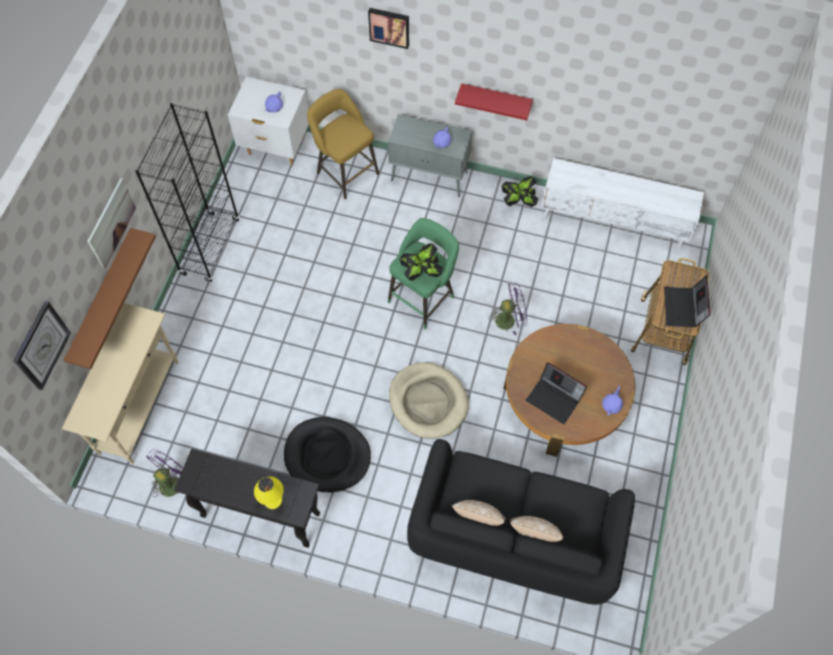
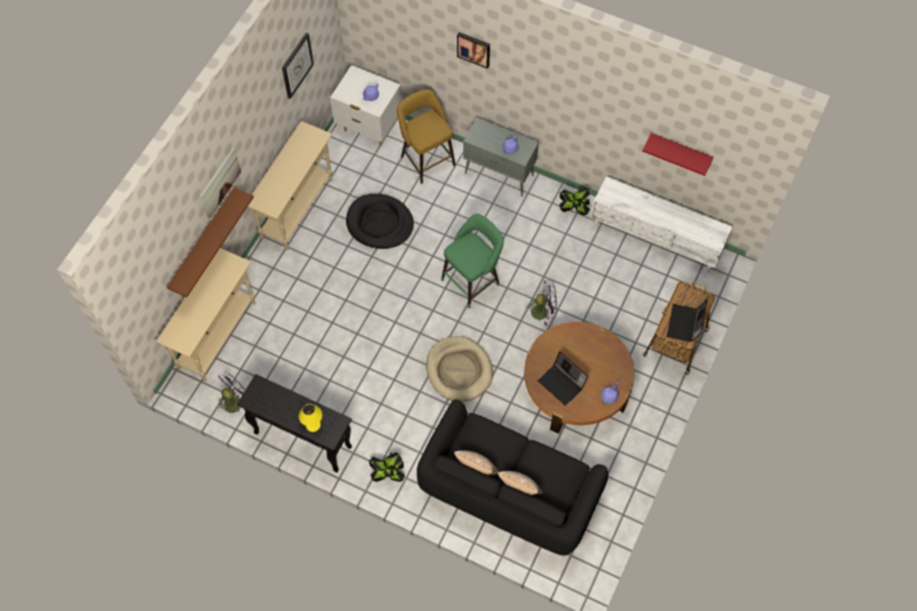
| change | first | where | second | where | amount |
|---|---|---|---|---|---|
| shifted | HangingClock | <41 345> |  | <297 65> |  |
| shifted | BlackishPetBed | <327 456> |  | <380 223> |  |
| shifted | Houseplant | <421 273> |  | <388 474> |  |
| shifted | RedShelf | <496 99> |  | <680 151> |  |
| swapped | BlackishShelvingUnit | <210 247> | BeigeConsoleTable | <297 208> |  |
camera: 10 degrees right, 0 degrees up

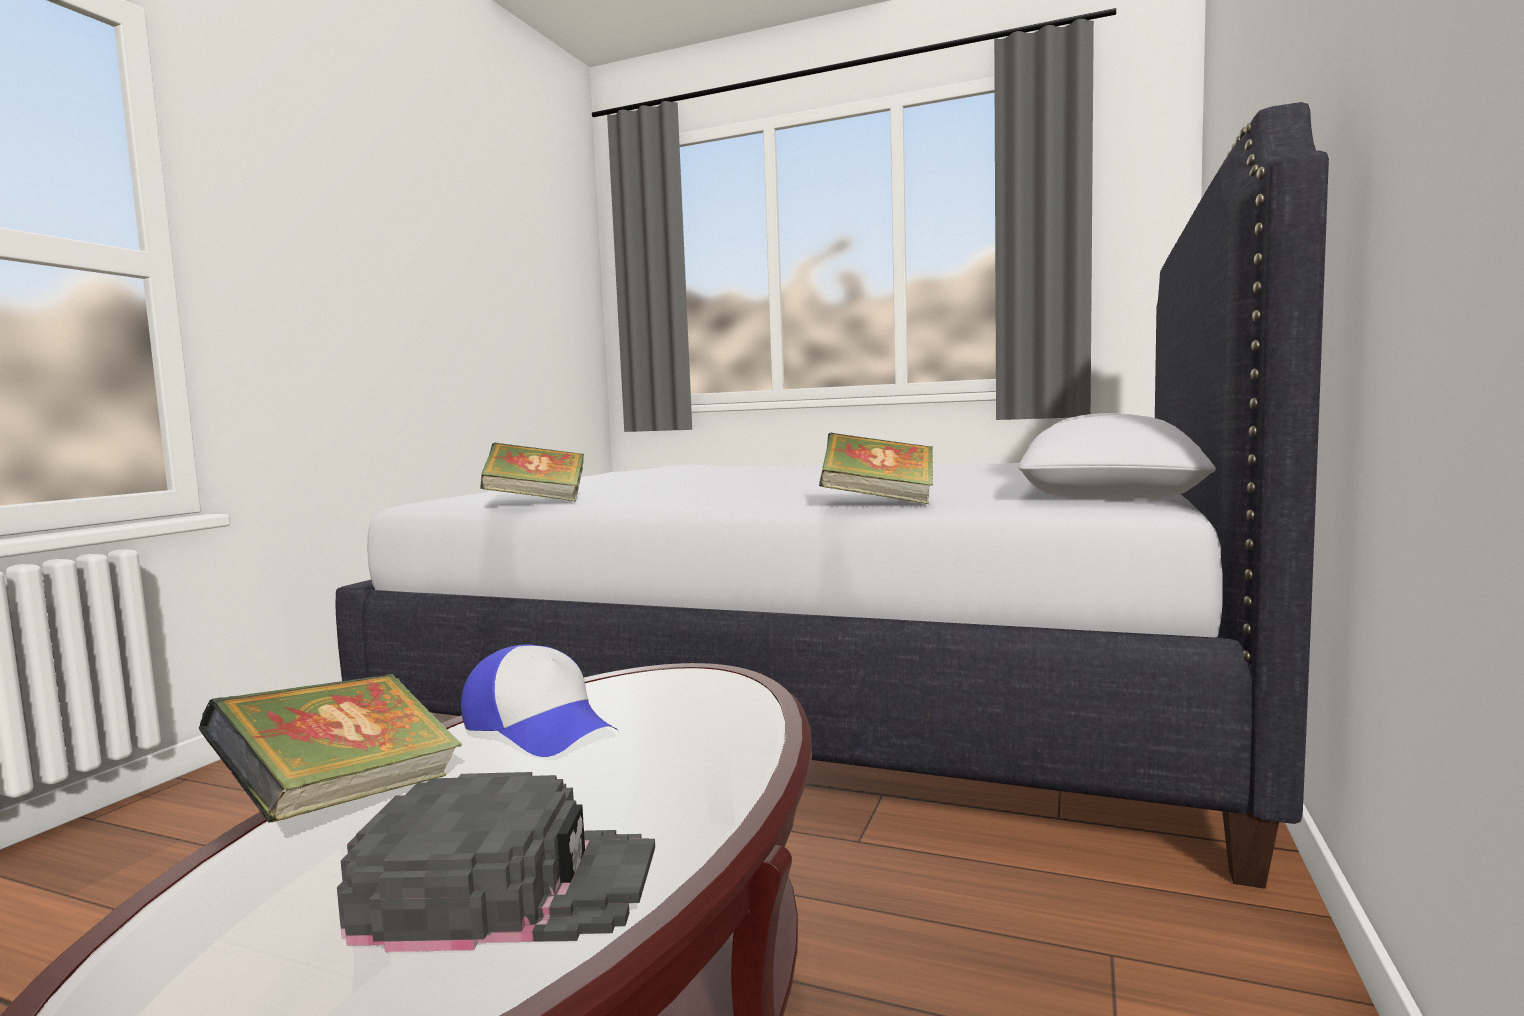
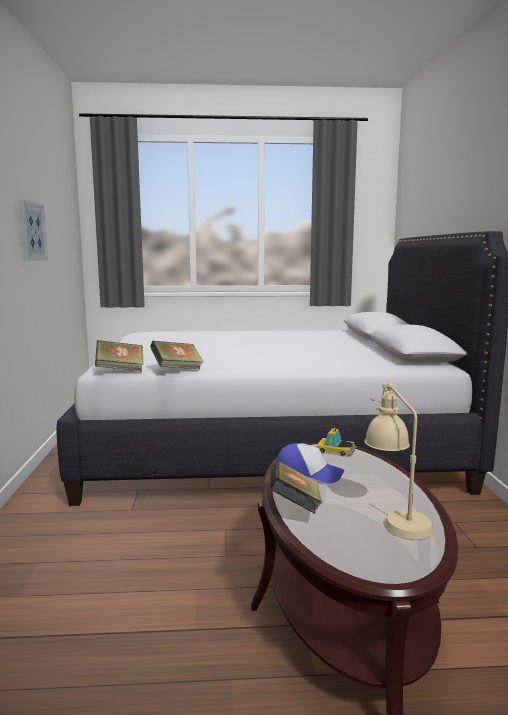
| change | first | where | second | where | amount |
|---|---|---|---|---|---|
| new |  |  | Picture | <32 231> |  |
| new |  |  | ToyCar | <335 450> |  |
| shifted | Volume | <878 502> |  | <120 370> |  |
| swapped | BlackishPeakedCap | <508 884> | BeigeTableLamp | <394 517> |  |
camera: 25 degrees left, 5 degrees up

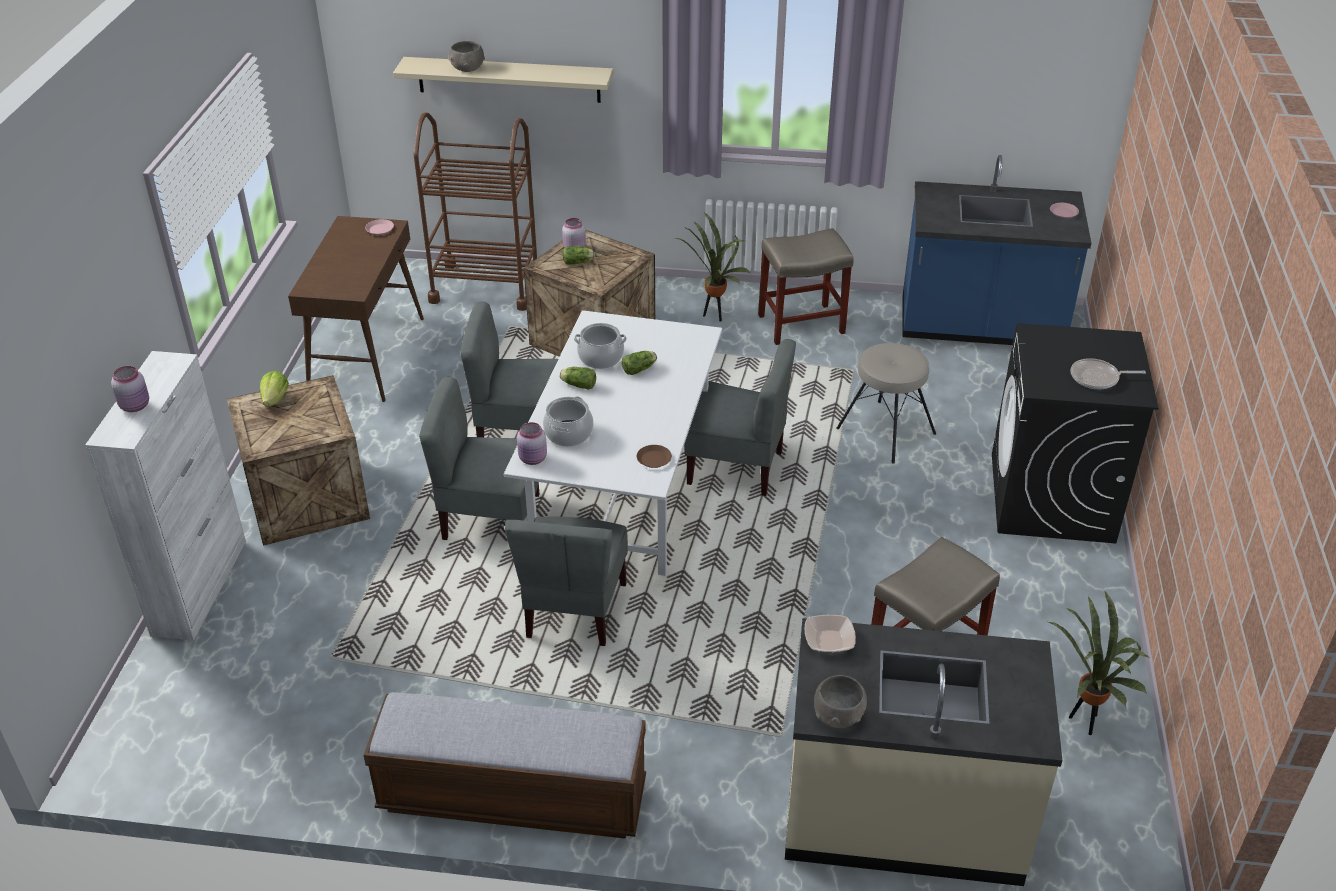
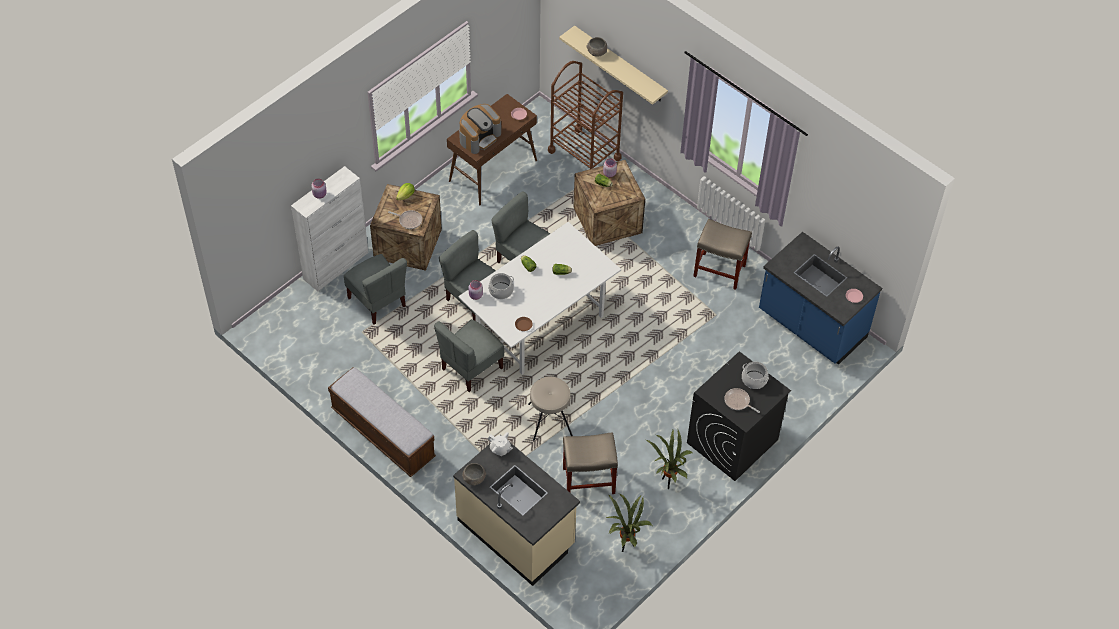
| change | first | where | second | where | amount |
|---|---|---|---|---|---|
| new |  |  | FryingPan | <409 220> |  |
| new |  |  | CoffeeMaker | <479 137> |  |
| shifted | Stockpot | <600 358> |  | <754 380> |  |
| shifted | Houseplant | <714 316> |  | <668 483> |  |
| shifted | GreyChair | <736 467> |  | <378 302> |  |
| shifted | BeigeStoolSeat | <885 432> |  | <549 420> |  |
| swapped | ServingBowl | <829 641> | WhiteColouredTeaPot | <500 449> |  |
camera: 35 degrees right, 15 degrees up

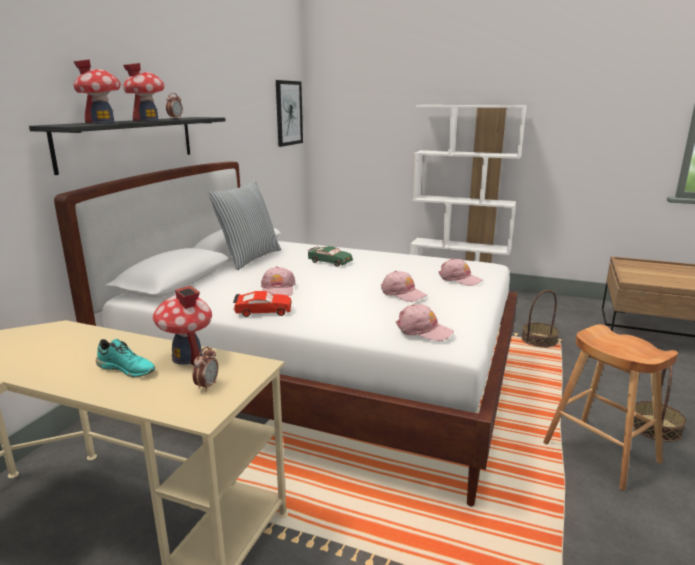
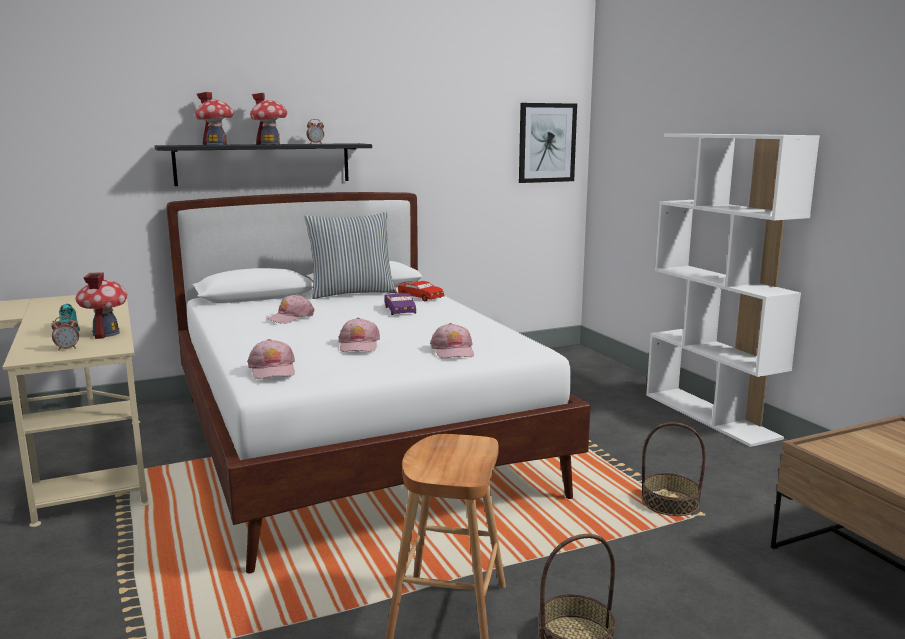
| change | first | where | second | where | amount |
|---|---|---|---|---|---|
| shifted | RedToyCar | <263 311> |  | <420 297> |  |
| repainted | GreenToyCar | <330 261> | PurplishToyCar | <400 310> |  |
camera: 45 degrees right, 5 degrees down

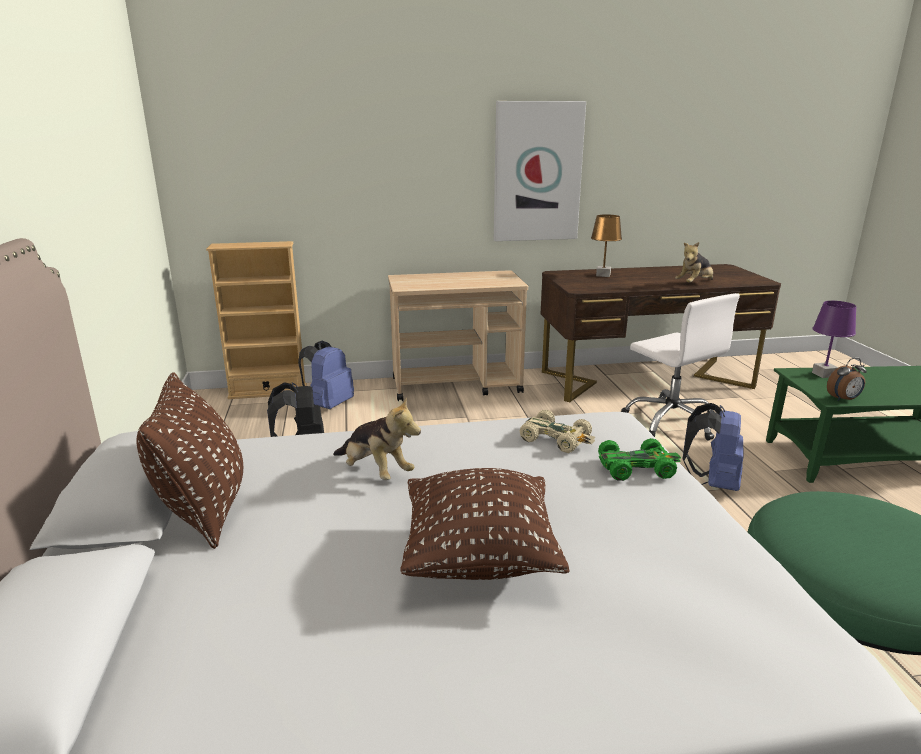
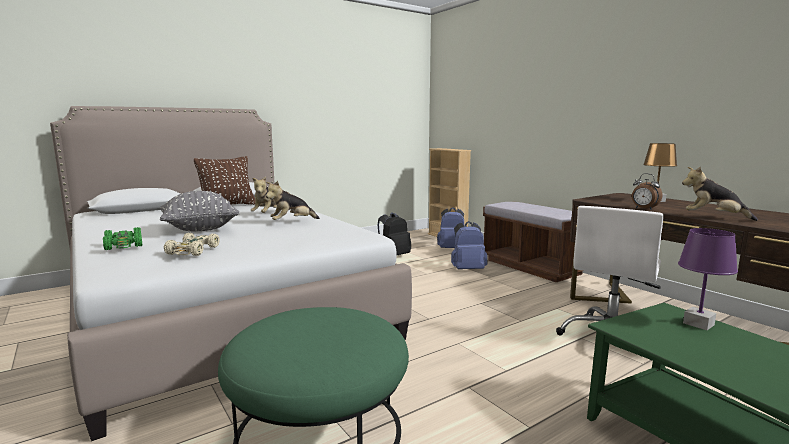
| change | first | where | second | where | amount |
|---|---|---|---|---|---|
| gone | Picture | <537 172> |  |  |  |
| new |  |  | CuddlyToy | <292 222> |  |
| shifted | BeigeToyCar | <556 439> |  | <193 251> |  |
| shifted | GreenToyCar | <636 468> |  | <124 245> |  |
| shifted | BluishBackpack | <713 483> |  | <467 269> |  |
| shifted | AlarmClock | <844 399> |  | <643 209> |  |
| swapped | BeigeCart | <457 385> | BrownColouredIndoorBench | <532 267> |  |
| repainted | BrownColouredThrowPillow | <479 557> | GreyThrowPillow | <200 229> |  |
camera: 65 degrees right, 10 degrees down

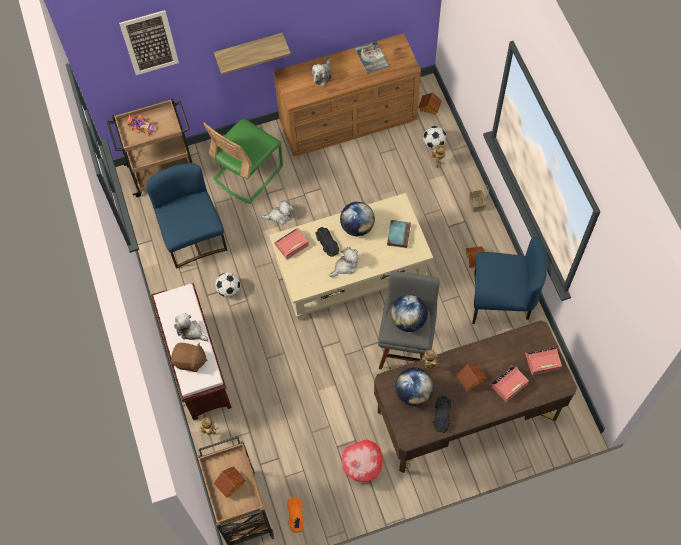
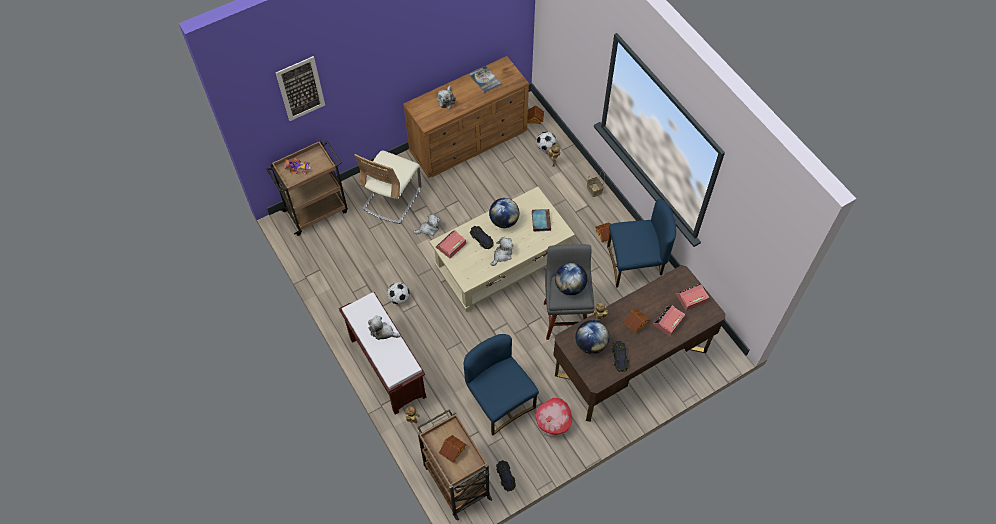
| change | first | where | second | where | amount |
|---|---|---|---|---|---|
| gone | BrownColouredCuddlyToy | <190 361> |  |  |  |
| gone | Shelf | <249 50> |  |  |  |
| shifted | BluishChair | <193 237> |  | <499 401> |  |
| repainted | GreenChair | <248 173> | BeigeChair | <392 198> |  |
| repainted | OrangeyToyCar | <295 515> | BlackishToyCar | <505 477> |  |
camera: 15 degrees left, 5 degrees down

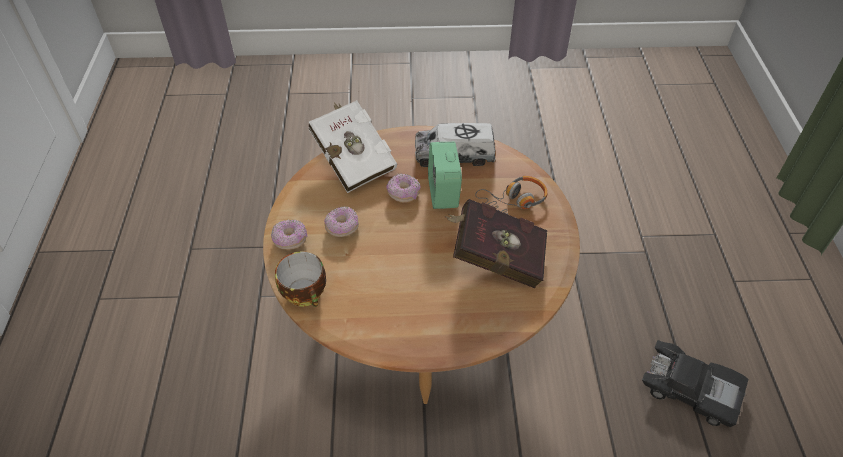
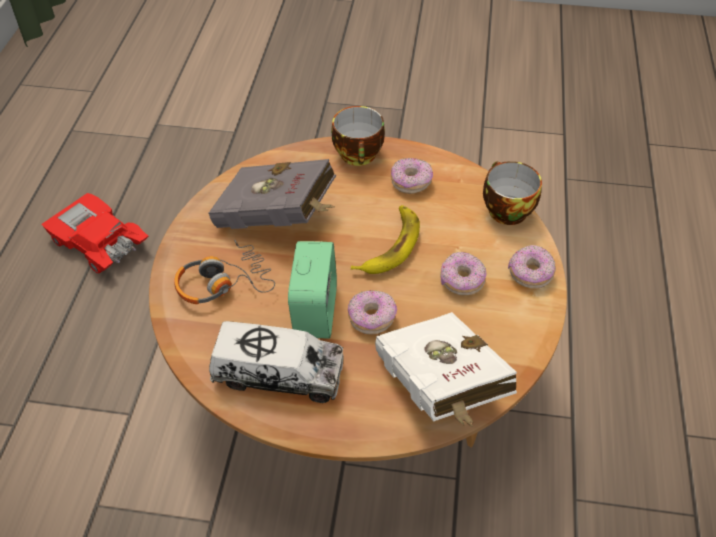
| change | first | where | second | where | amount |
|---|---|---|---|---|---|
| new |  |  | DrinkingCup | <359 155> |  |
| new |  |  | WholeBanana | <390 245> |  |
| new |  |  | Donut | <411 182> |  |
| repainted | RedVolume | <495 257> | GreyVolume | <279 219> |  |
| repainted | BlackishToyCar | <690 389> | RedToyCar | <99 242> |  |
camera: 170 degrees left, 0 degrees up

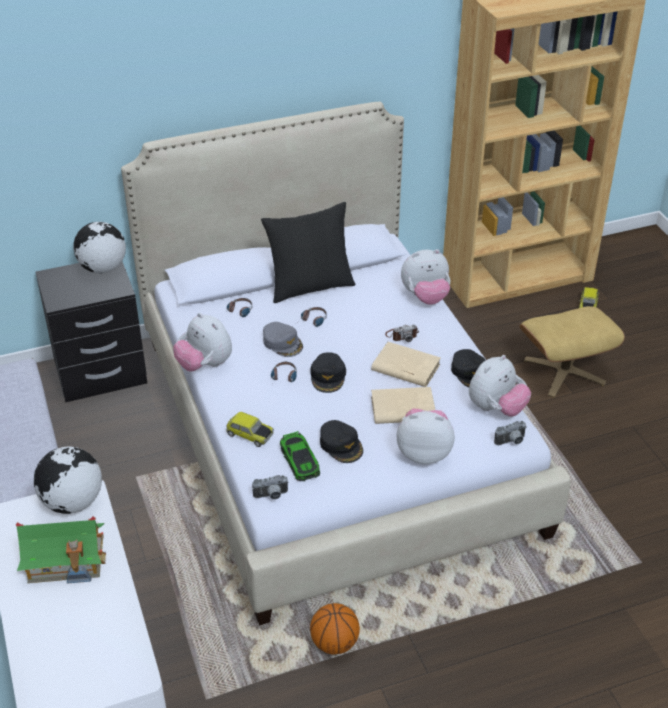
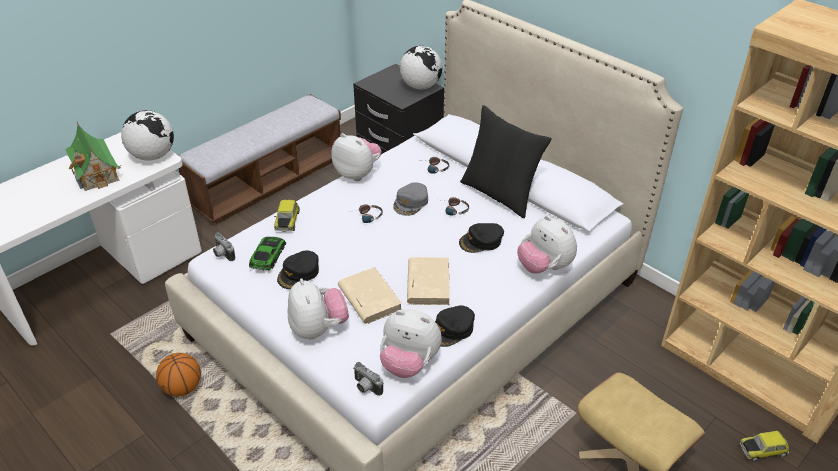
| change | first | where | second | where | amount |
|---|---|---|---|---|---|
| gone | PhotoCamera | <402 335> |  |  |  |
| shifted | BlackishPeakedCap | <328 376> |  | <481 241> |  |
| rotated | CuddlyToy | <205 365> |  | <357 174> | 105 degrees clockwise |
| rotated | ToyCar | <300 460> |  | <268 256> | 150 degrees clockwise |
camera: 65 degrees right, 0 degrees up

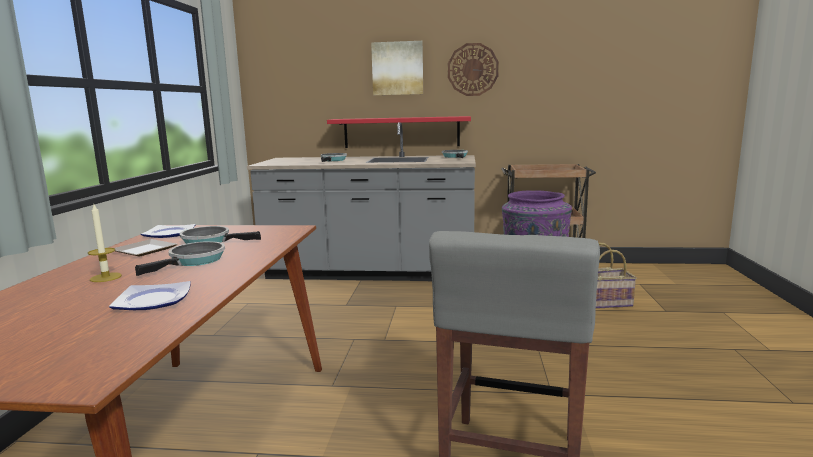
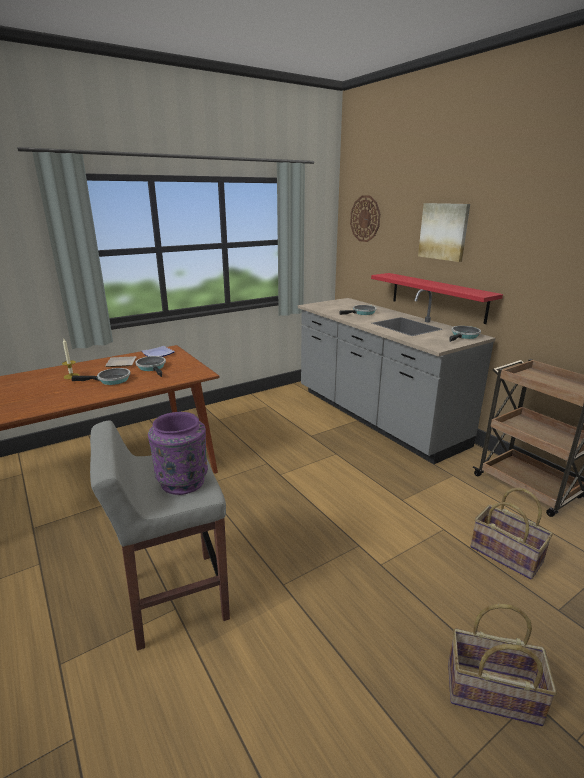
| change | first | where | second | where | amount |
|---|---|---|---|---|---|
| gone | DinnerPlate | <154 301> |  |  |  |
| new |  |  | StorageBasket | <492 694> |  |
| shifted | HangingClock | <472 69> |  | <365 218> |  |
camera: 50 degrees right, 10 degrees up

